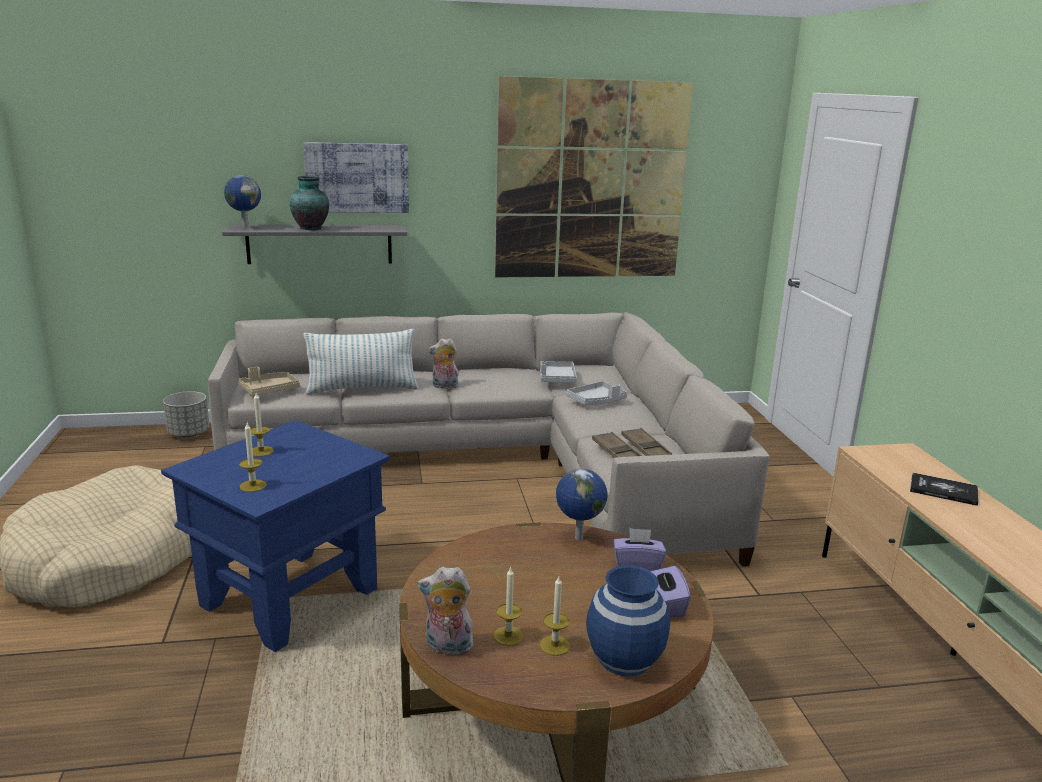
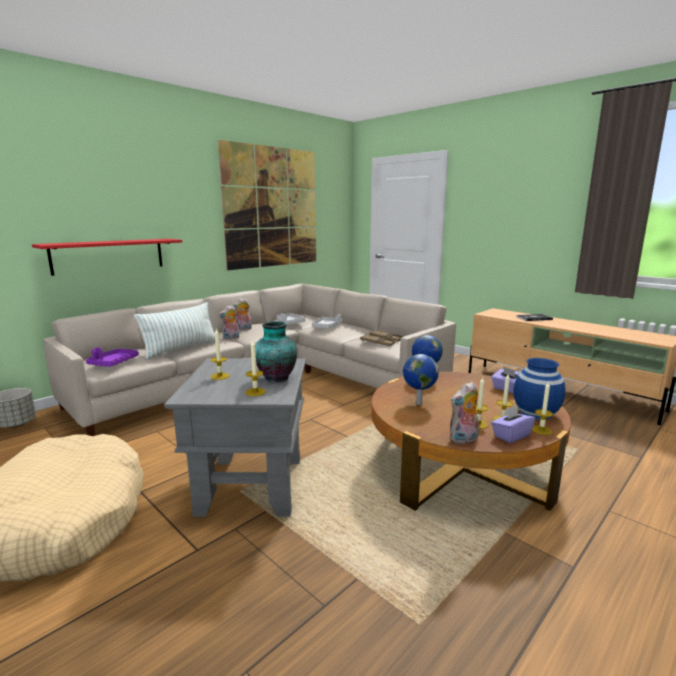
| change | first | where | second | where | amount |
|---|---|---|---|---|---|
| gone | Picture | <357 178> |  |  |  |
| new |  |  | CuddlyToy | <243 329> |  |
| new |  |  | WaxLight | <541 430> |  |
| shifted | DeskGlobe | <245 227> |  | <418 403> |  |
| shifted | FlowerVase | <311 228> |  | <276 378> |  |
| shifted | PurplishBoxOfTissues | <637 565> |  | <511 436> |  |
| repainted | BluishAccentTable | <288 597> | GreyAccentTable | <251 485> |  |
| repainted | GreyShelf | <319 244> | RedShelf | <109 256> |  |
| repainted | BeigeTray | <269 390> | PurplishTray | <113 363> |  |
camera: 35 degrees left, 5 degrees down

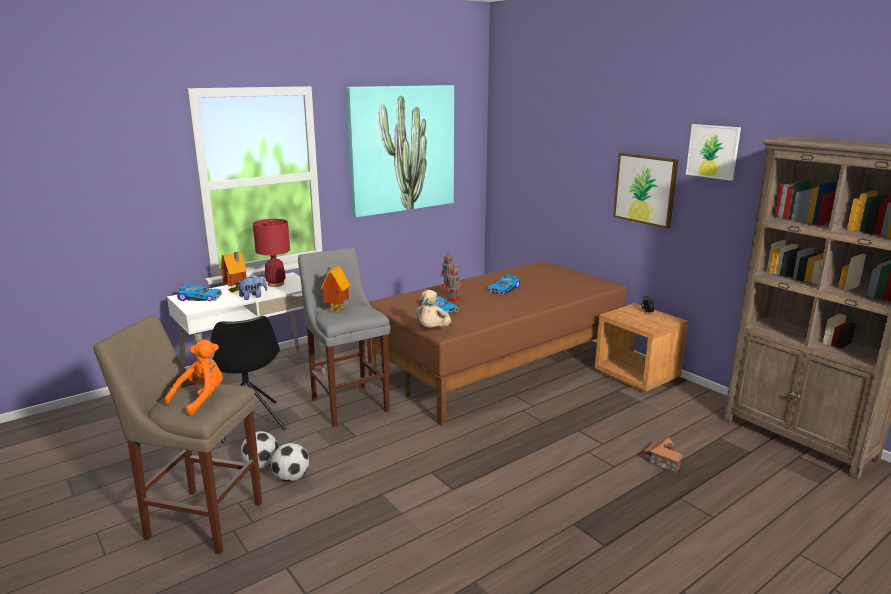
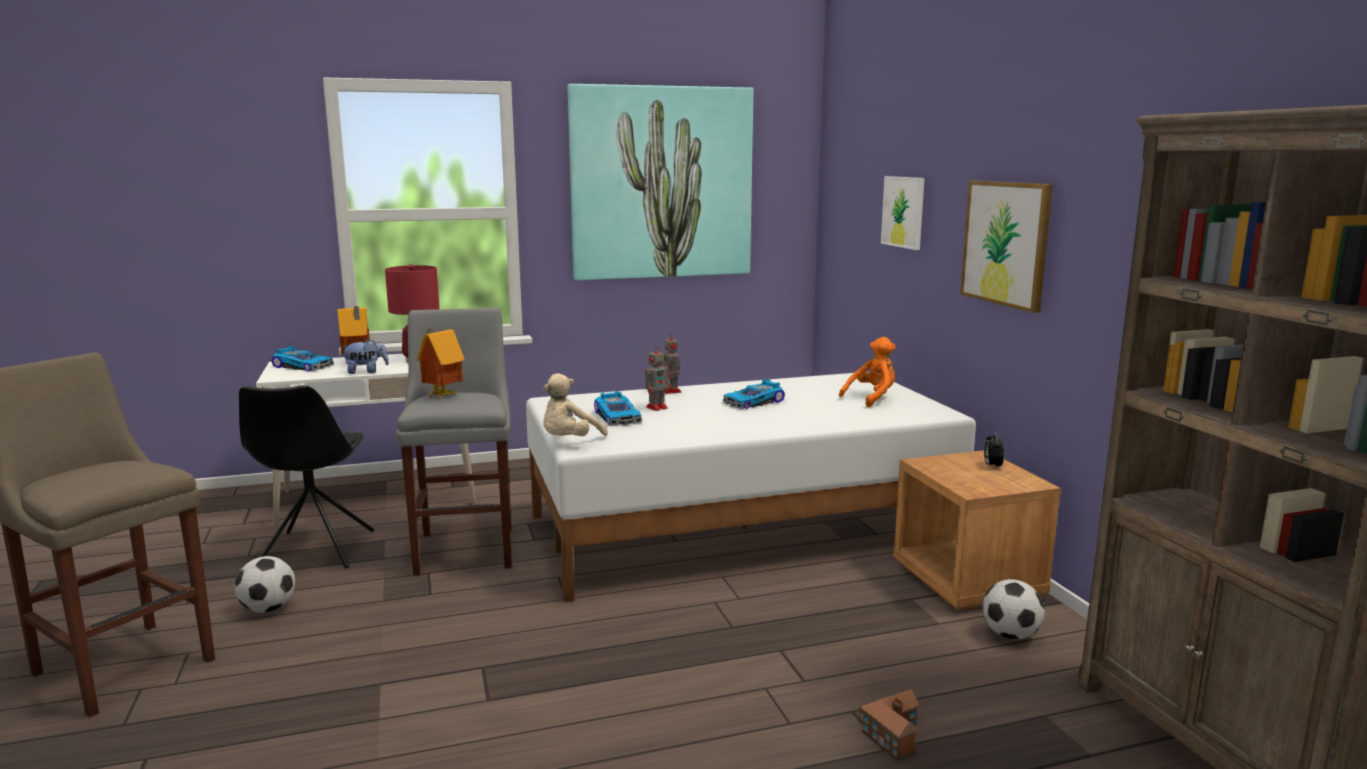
| change | first | where | second | where | amount |
|---|---|---|---|---|---|
| shifted | OrangeyCuddlyToy | <201 399> |  | <872 398> |  |
| shifted | FootballBall | <291 478> |  | <1010 635> |  |
| shifted | Picture | <713 151> |  | <903 212> |  |
| repainted | BrownColouredSleepingBed | <500 365> | WhiteColouredSleepingBed | <742 529> |  |
camera: 20 degrees right, 5 degrees down

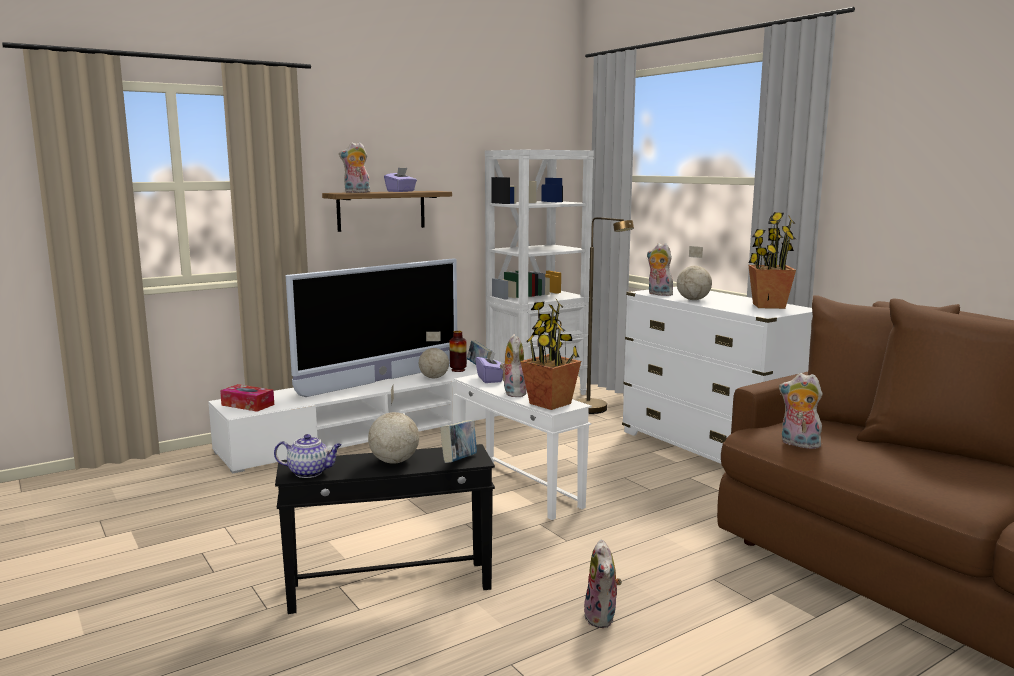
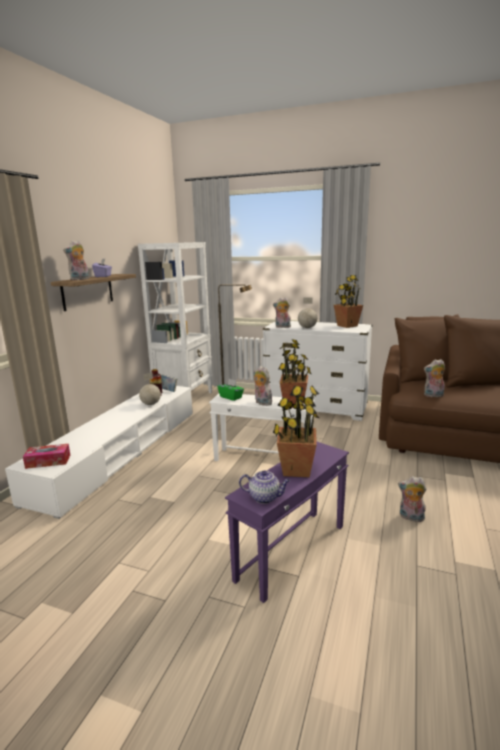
| change | first | where | second | where | amount |
|---|---|---|---|---|---|
| gone | Tv | <381 380> |  |  |  |
| gone | Volume | <459 461> |  |  |  |
| swapped | DeskGlobe | <394 462> | Houseplant | <296 470> |  |
| repainted | BlackishAccentTable | <390 587> | PurplishAccentTable | <293 552> |  |
| repainted | PurplishBoxOfTissues | <490 379> | GreenBoxOfTissues | <231 397> |  |
| rotated | TeaPot | <310 472> |  | <265 497> | 45 degrees clockwise |
| rotated | CuddlyToy | <602 618> |  | <410 517> | 150 degrees clockwise |
camera: 35 degrees left, 5 degrees up

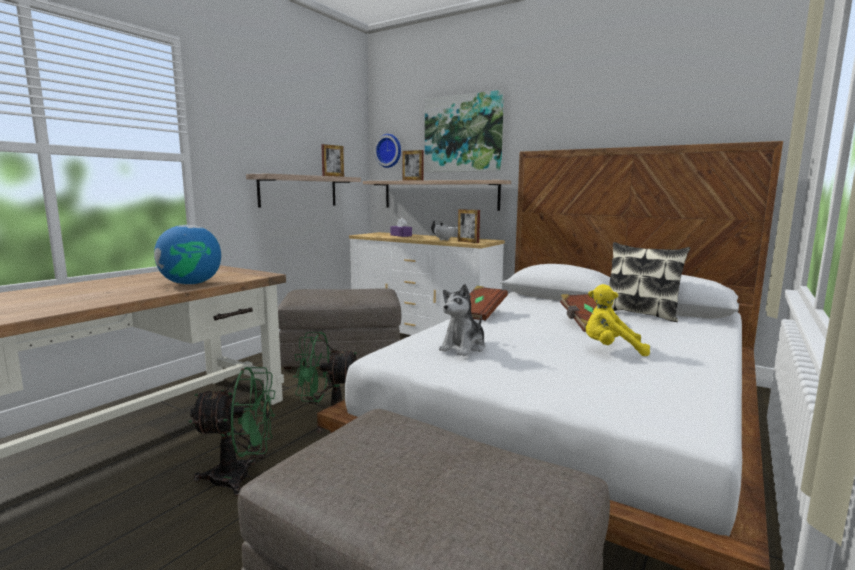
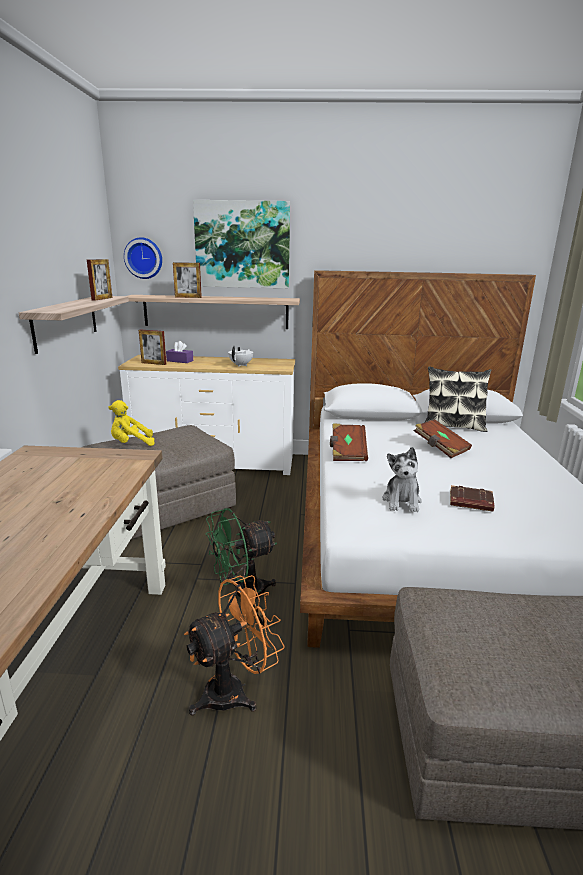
| change | first | where | second | where | amount |
|---|---|---|---|---|---|
| gone | DeskGlobe | <191 283> |  |  |  |
| new |  |  | BrownColouredVolume | <470 502> |  |
| shifted | PictureFrame | <468 242> |  | <154 363> |  |
| shifted | YellowishCuddlyToy | <611 349> |  | <131 444> |  |
| repainted | GreenElectricFan | <241 477> | OrangeyElectricFan | <234 690> |  |
camera: 30 degrees left, 10 degrees up

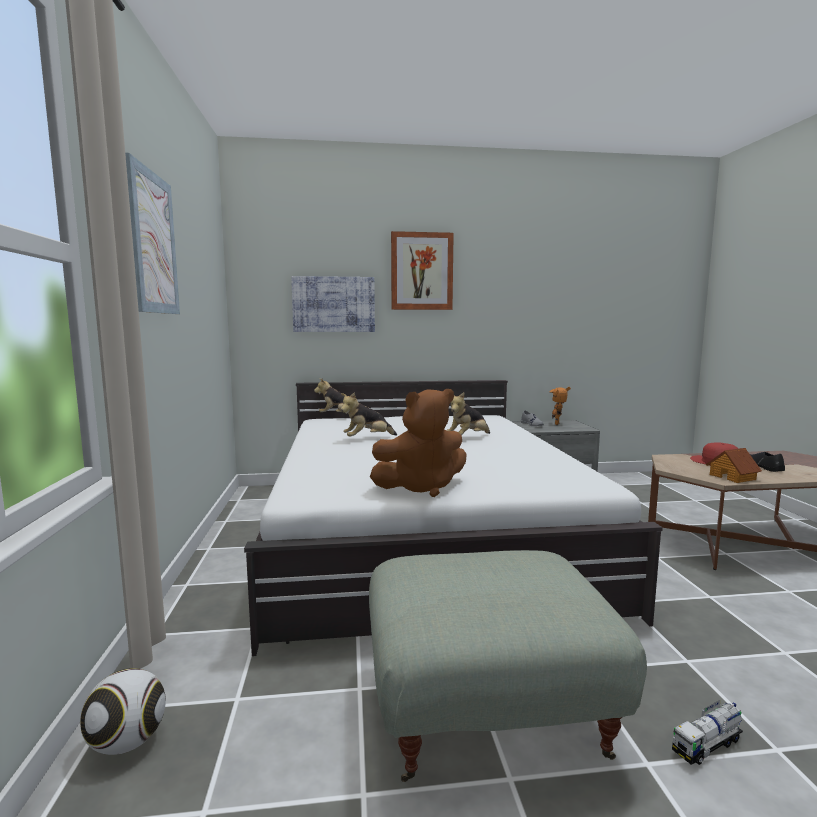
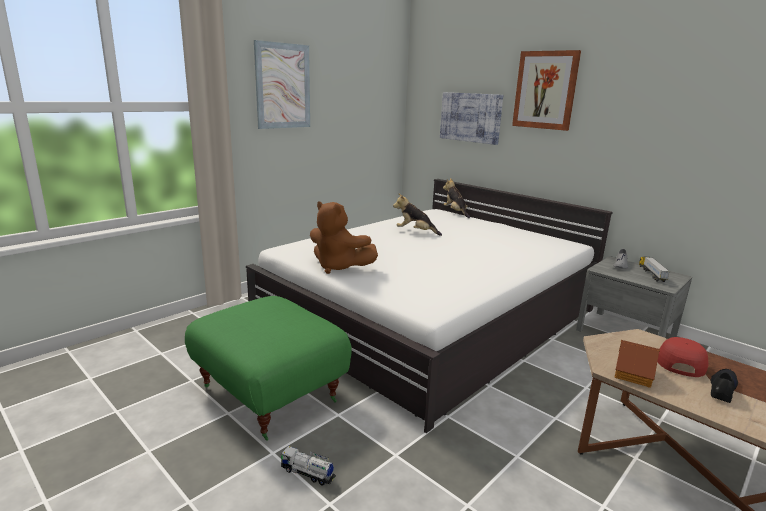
| change | first | where | second | where | amount |
|---|---|---|---|---|---|
| gone | FootballBall | <127 743> |  |  |  |
| gone | CuddlyToy | <468 438> |  |  |  |
| swapped | RobotFigure | <559 424> | ToyLorry | <651 274> |  |
| repainted | GreyFootrest | <488 708> | GreenFootrest | <271 393> |  |
camera: 50 degrees right, 10 degrees up

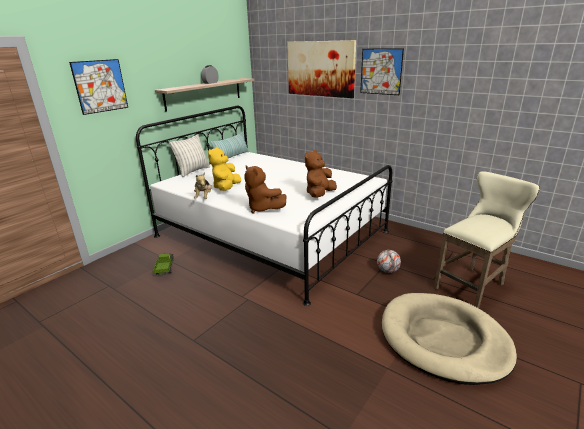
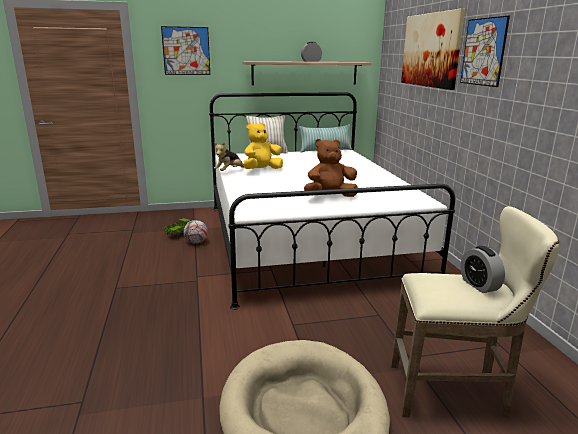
| change | first | where | second | where | amount |
|---|---|---|---|---|---|
| gone | BrownColouredCuddlyToy | <263 209> |  |  |  |
| new |  |  | AlarmClock | <479 285> |  |
| shifted | FootballBall | <387 271> |  | <196 242> |  |
camera: 40 degrees right, 5 degrees down

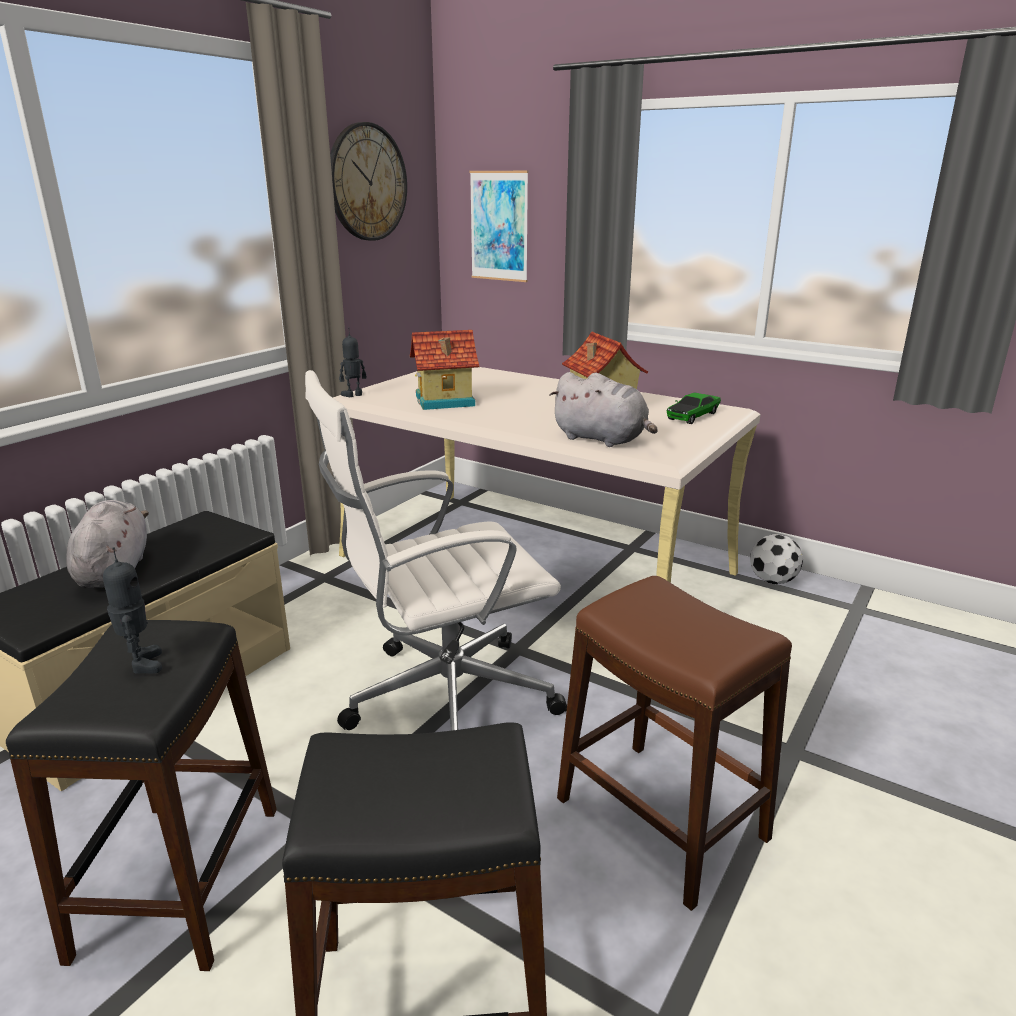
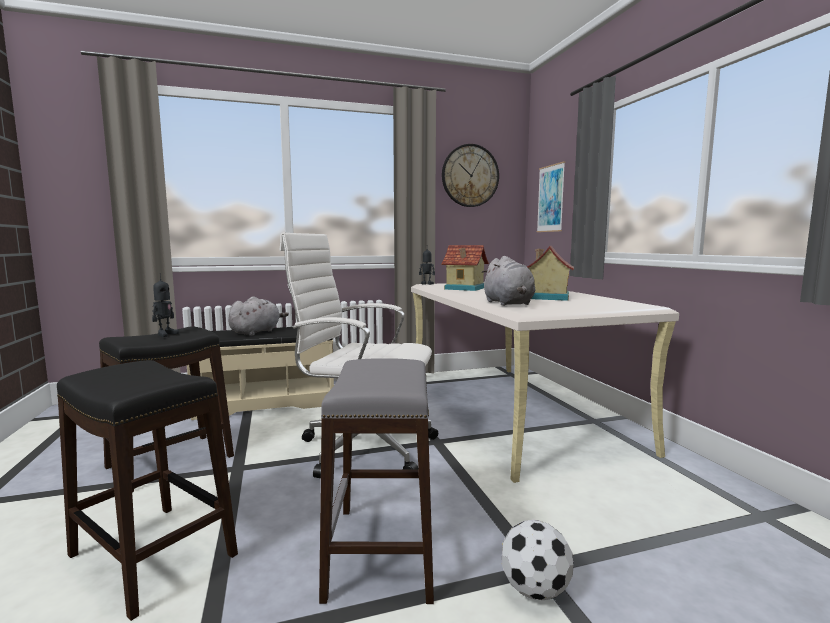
| change | first | where | second | where | amount |
|---|---|---|---|---|---|
| gone | ToyCar | <693 416> |  |  |  |
| shifted | FootballBall | <772 580> |  | <534 589> |  |
| repainted | BrownColouredStoolSeat | <661 817> | GreyStoolSeat | <383 550> |  |
camera: 40 degrees right, 15 degrees down

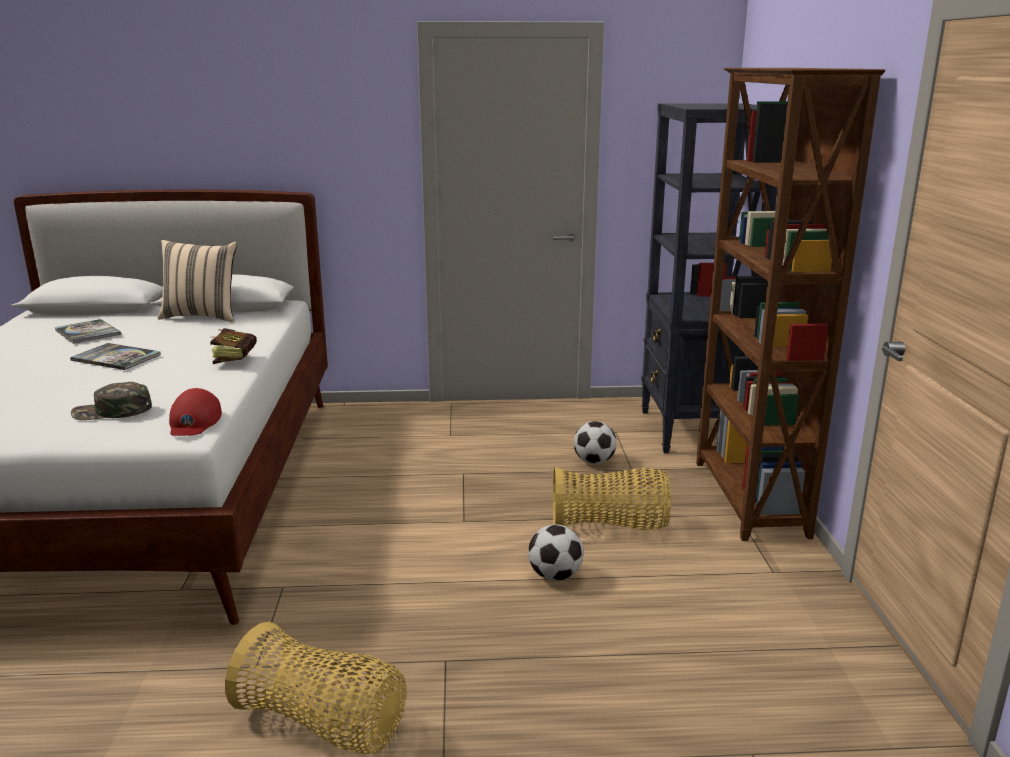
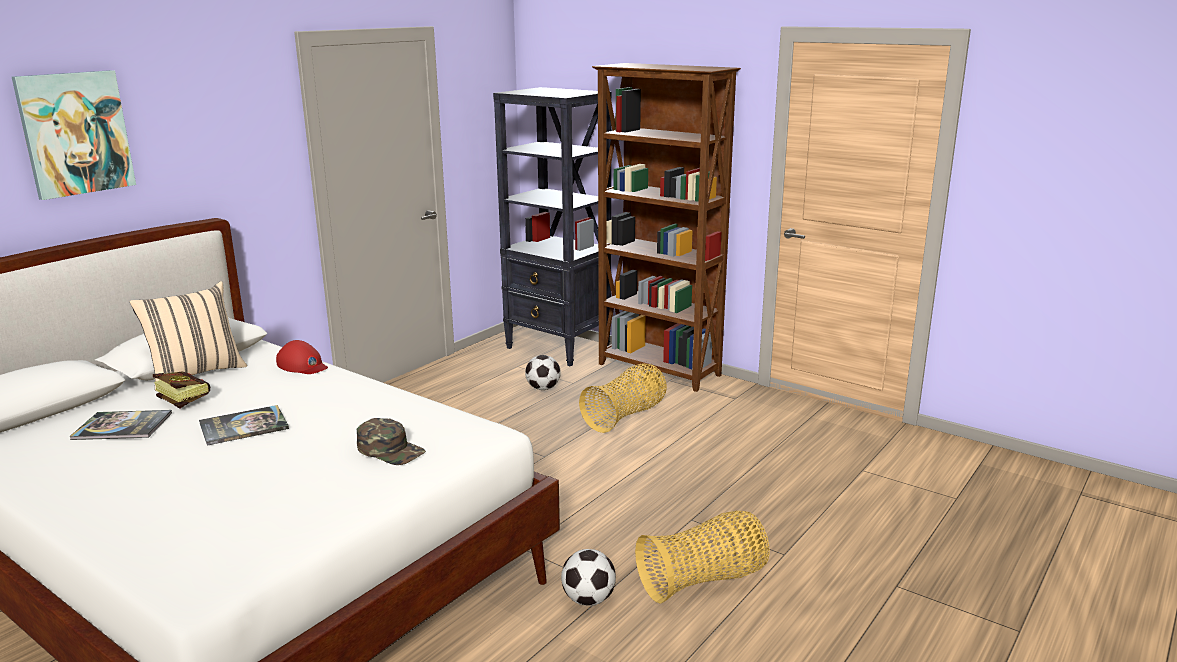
| change | first | where | second | where | amount |
|---|---|---|---|---|---|
| new |  |  | Picture | <75 133> |  |
| shifted | RedPeakedCap | <194 421> |  | <302 365> |  |
| shifted | Volume | <237 359> |  | <181 399> |  |
| shifted | FootballBall | <555 576> |  | <588 599> |  |
| rotated | GreenPeakedCap | <112 411> |  | <391 450> | 90 degrees counterclockwise |
camera: 50 degrees left, 0 degrees up

